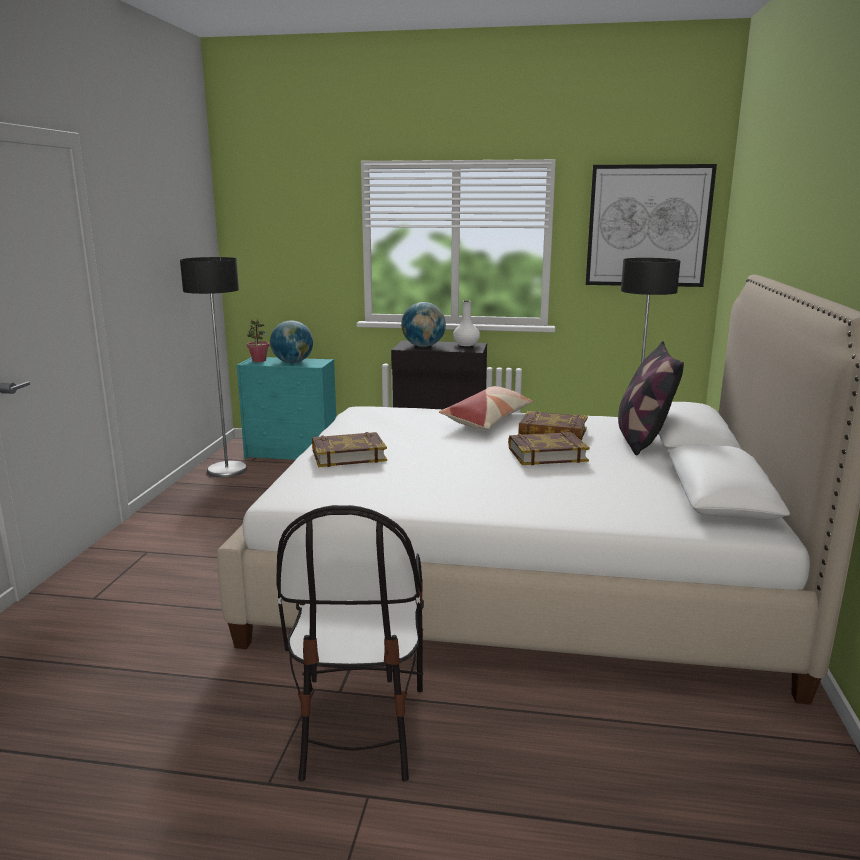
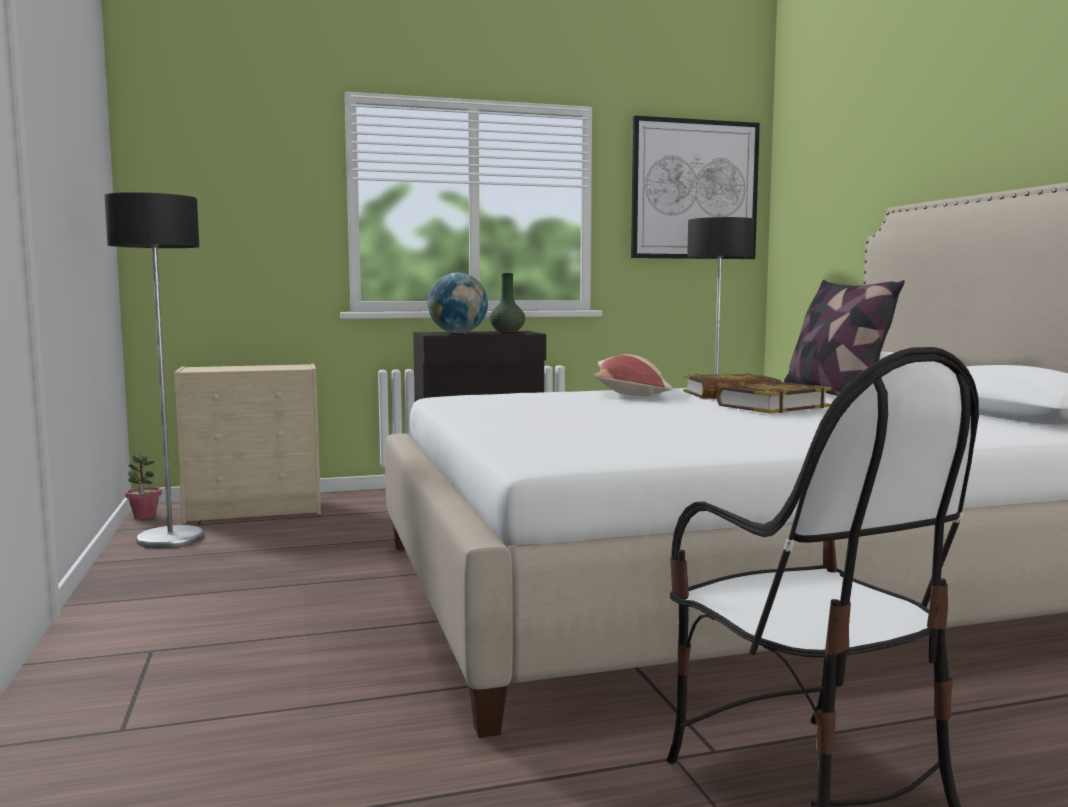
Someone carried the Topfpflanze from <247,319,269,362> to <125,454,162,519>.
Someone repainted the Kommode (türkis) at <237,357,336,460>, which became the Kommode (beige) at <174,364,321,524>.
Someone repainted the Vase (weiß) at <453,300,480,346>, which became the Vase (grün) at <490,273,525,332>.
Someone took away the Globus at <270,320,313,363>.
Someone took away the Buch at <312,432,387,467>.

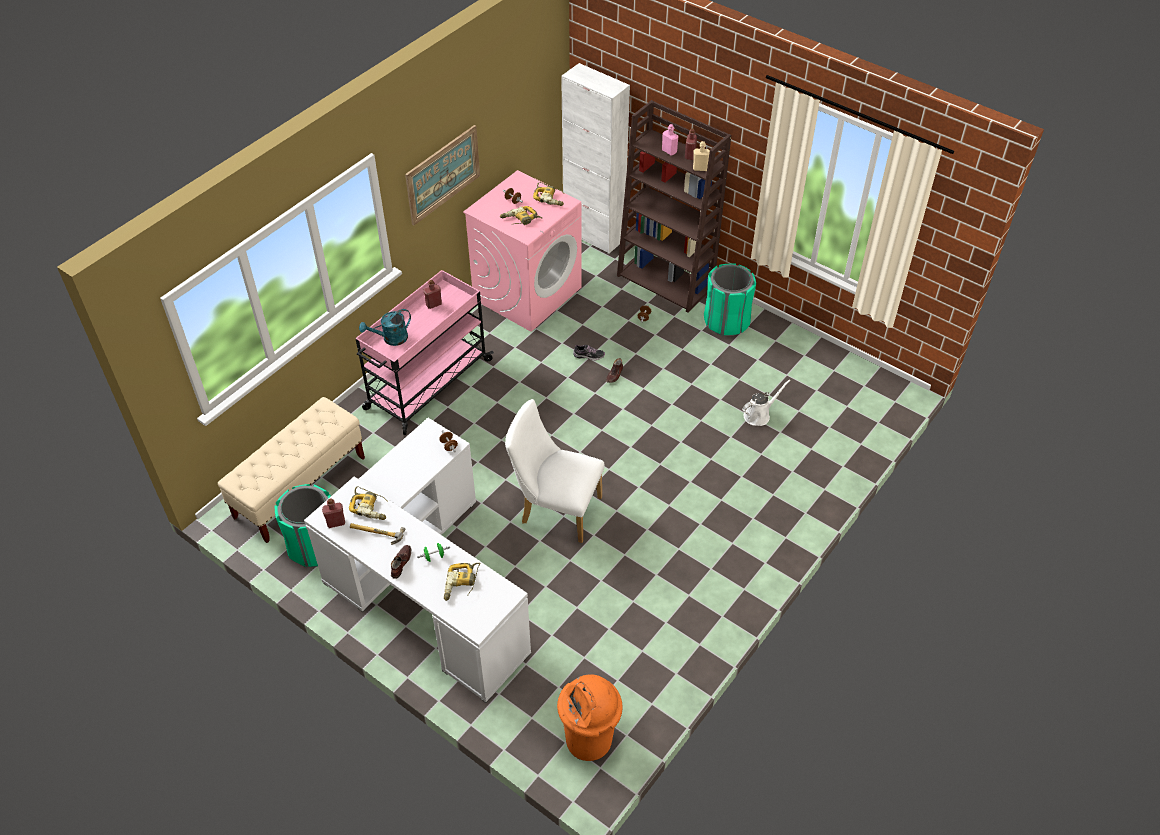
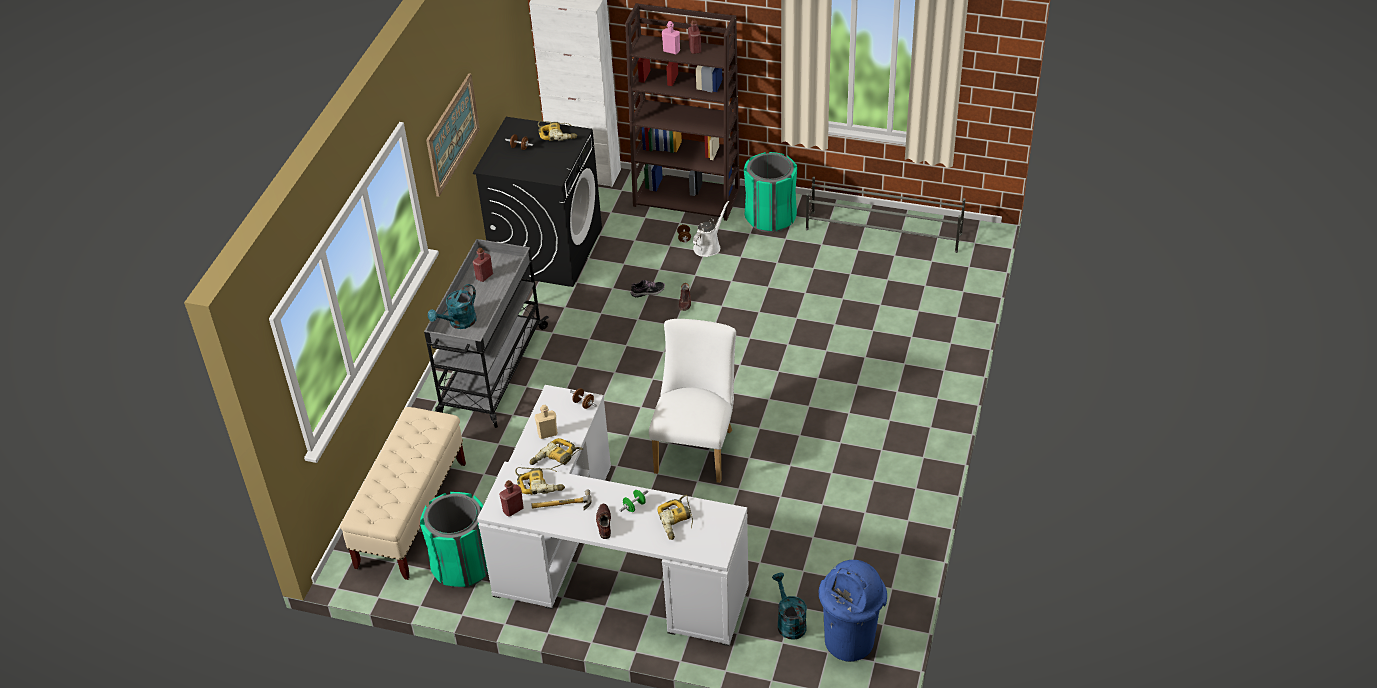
Someone repainted the Rollwagen (rosa) at <355,270,494,435>, which became the Rollwagen (grau) at <424,239,549,428>.
Someone repainted the Waschmaschine (rosa) at <463,170,581,332>, which became the Waschmaschine (schwarz) at <473,117,602,287>.
Someone carried the Bohrmaschine from <500,206,542,225> to <530,438,583,469>.
Someone carried the Flasche (beige) from <693,141,710,171> to <535,405,558,439>.
Someone rotated the Stuhl (weiß) at <505,399,604,543> by 105 degrees clockwise.
Someone carried the Gießkanne (weiß) from <742,379,791,426> to <693,201,729,257>.
Someone put down the Gießkanne (türkis) at <772,573,807,639>.
Someone put down the Schuhregal (grau) at <806,177,966,253>.
Someone repainted the Mülleimer (orange) at <557,674,623,761>, which became the Mülleimer (blau) at <818,560,887,662>.

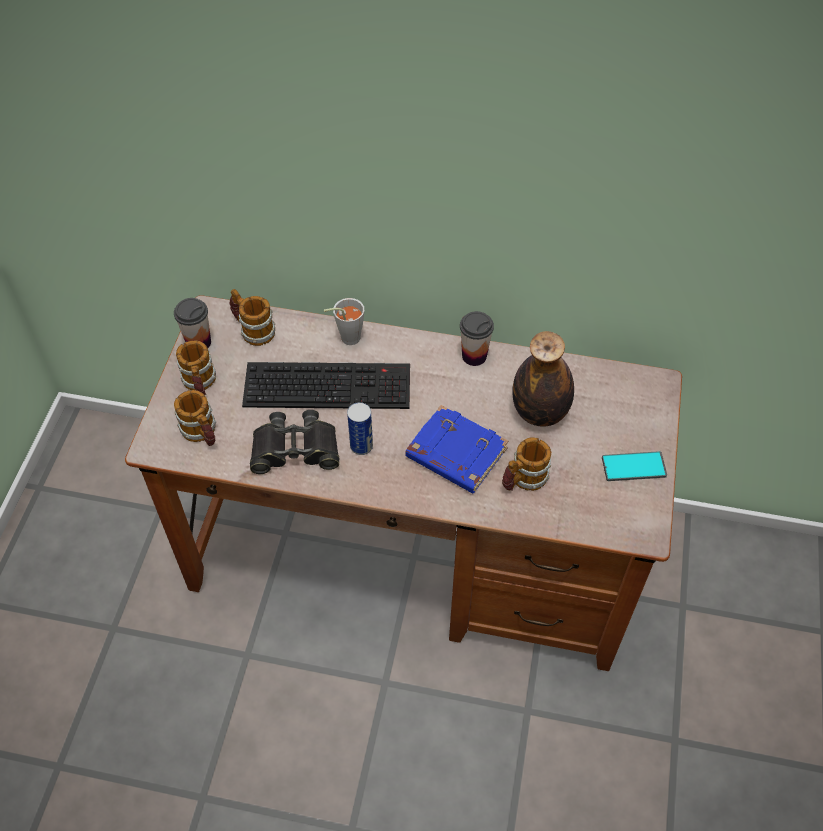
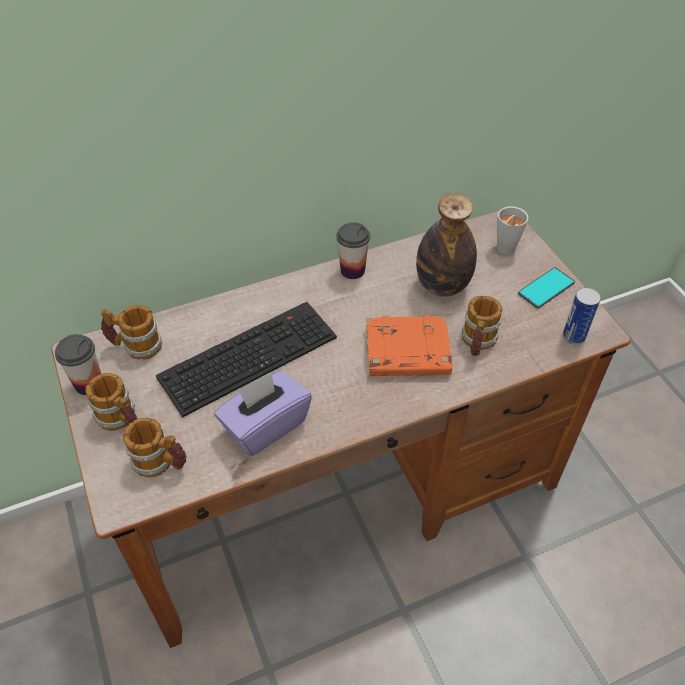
Someone swapped the Fernglas (schwarz) at <250,410,339,474> for the Taschentuchbox (lila) at <214,371,312,456>.
Someone repainted the Buch (blau) at <405,405,508,493>, which became the Buch (orange) at <366,315,452,376>.
Someone carried the Tasse (grau) from <324,298,364,345> to <497,206,529,254>.
Someone carried the Dose from <347,402,373,455> to <563,287,601,345>.

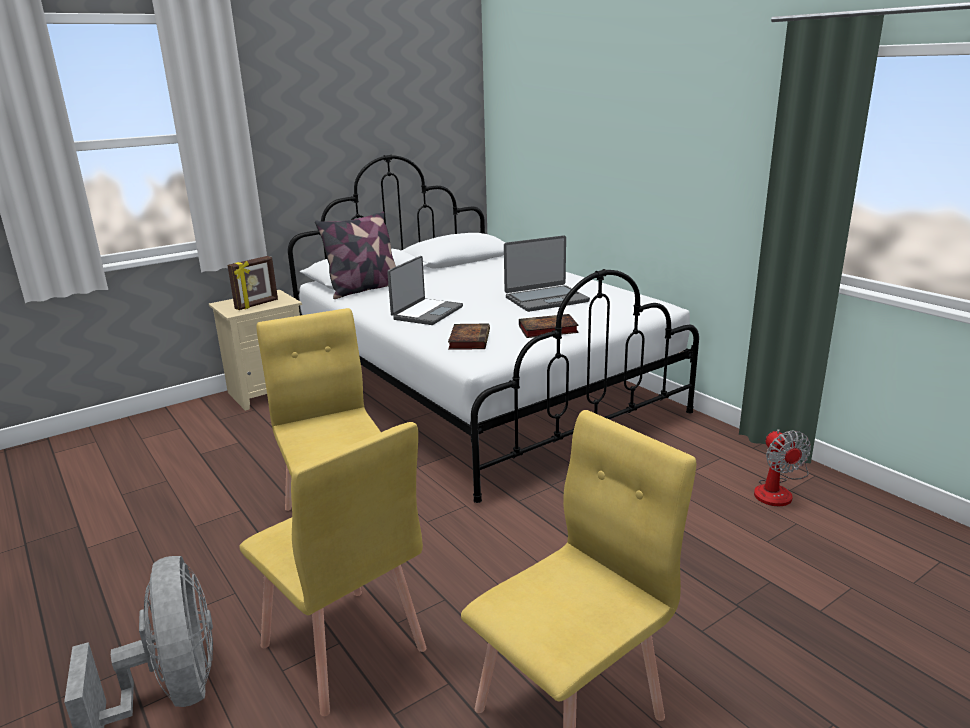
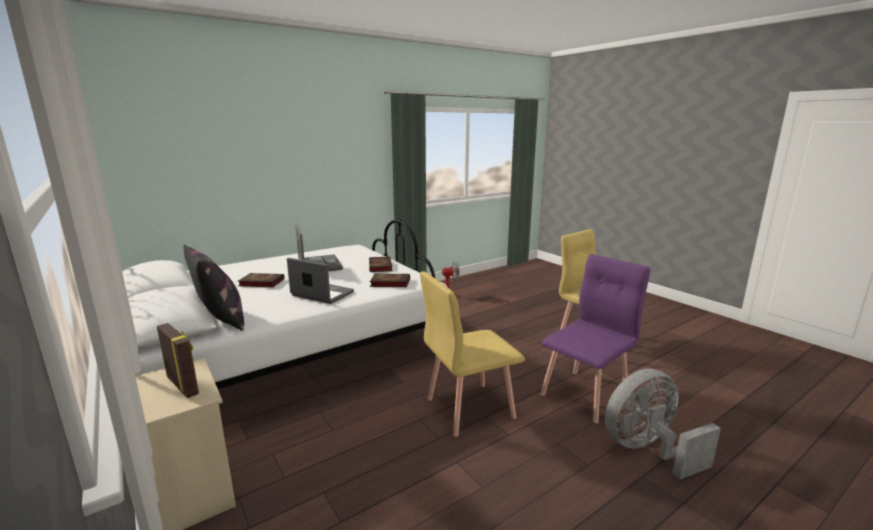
Someone put down the Buch at <238,273,284,287>.
Someone repainted the Stuhl (gelb) at <239,422,426,716>, which became the Stuhl (lila) at <540,254,650,423>.

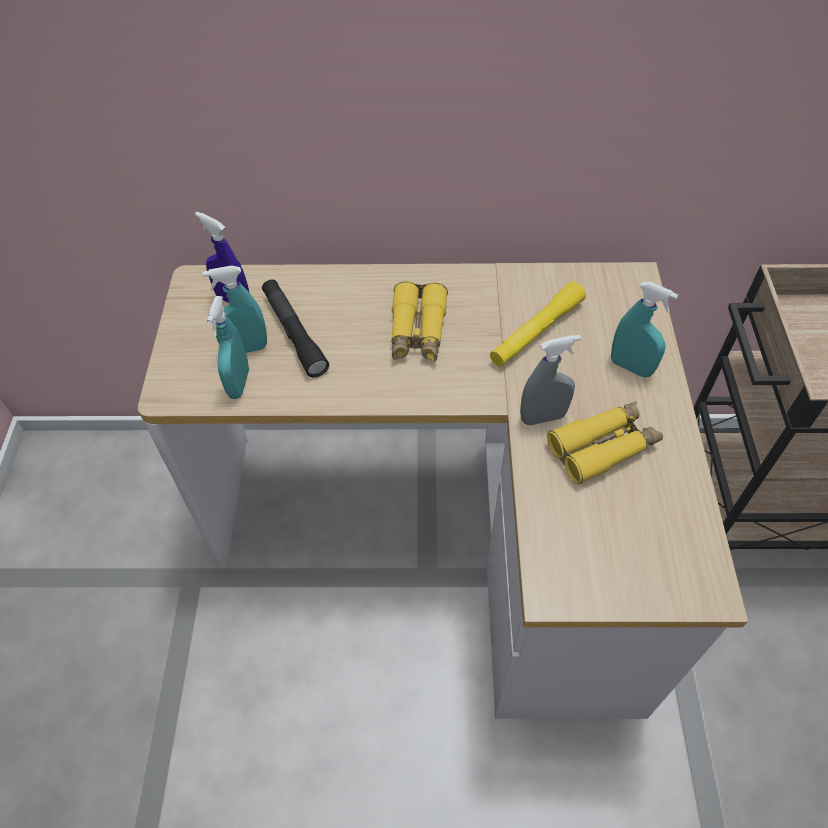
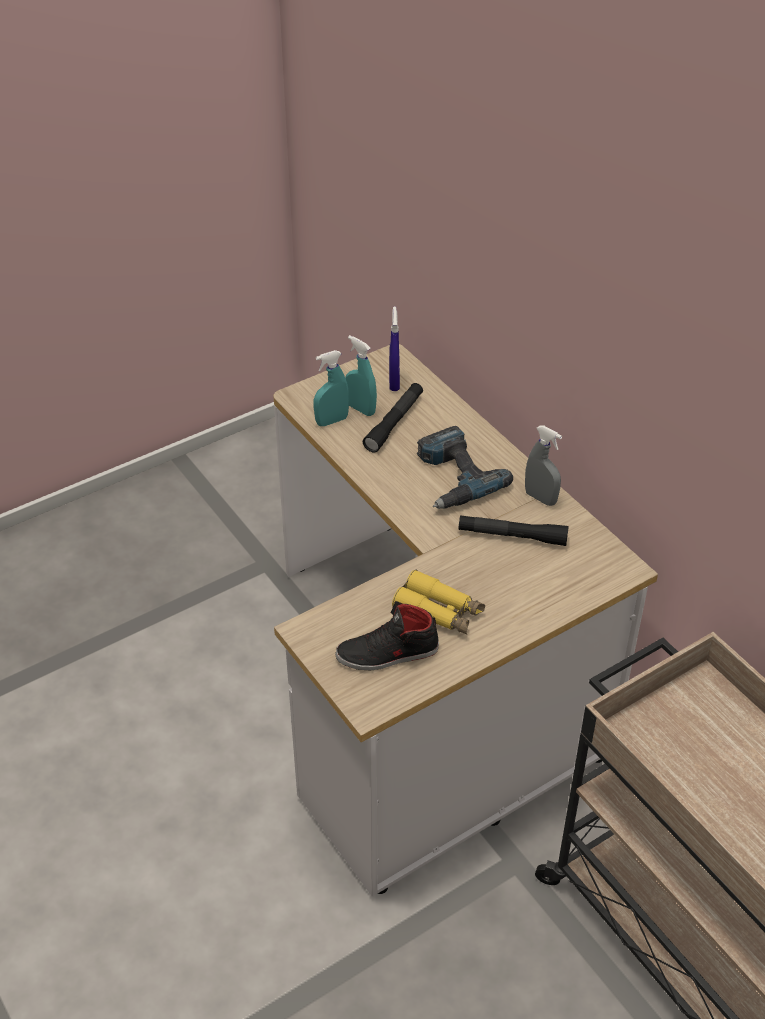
Someone put down the Schuh (schwarz) at <335,601,439,670>.
Someone swapped the Fernglas (gelb) at <392,281,448,362> for the Bohrmaschine at <417,426,513,509>.
Someone repainted the Taschenlampe (gelb) at <490,281,586,367>, which became the Taschenlampe (schwarz) at <459,515,569,546>.
Someone carried the Sprühflasche (grau) from <520,335,581,425> to <525,425,562,506>.
Someone took away the Sprühflasche (türkis) at <611,282,678,377>.

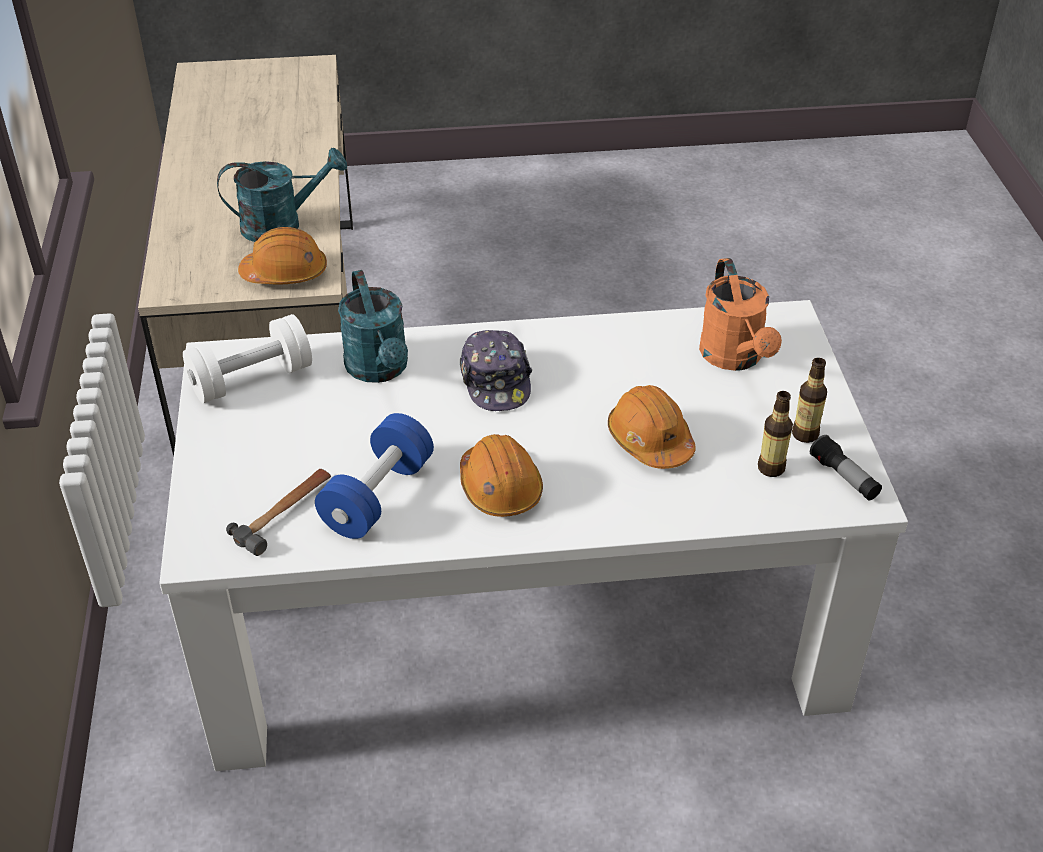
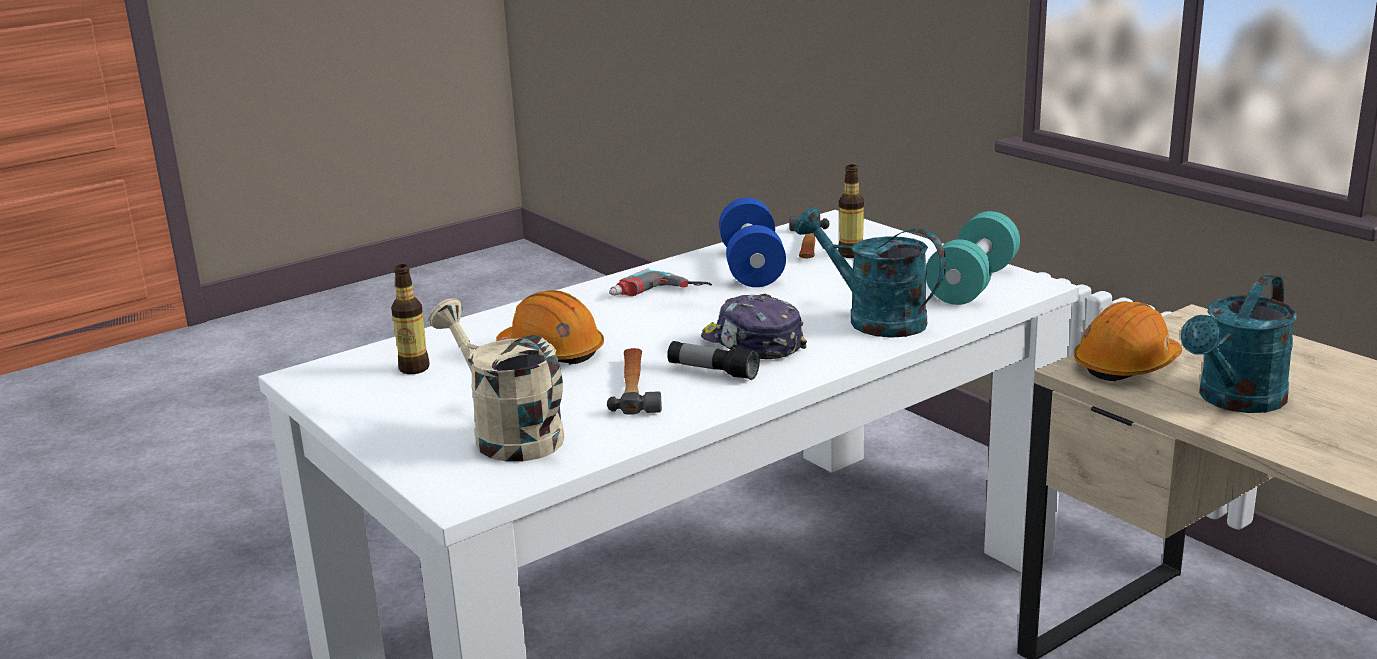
Someone repainted the Gießkanne (orange) at <699,258,782,371>, which became the Gießkanne (beige) at <429,298,564,461>.
Someone put down the Hammer at <607,348,662,415>.
Someone swapped the Schutzhelm (orange) at <460,434,543,517> for the Bohrmaschine at <609,269,712,296>.
Someone carried the Taschenlampe from <810,435,882,500> to <667,341,760,380>.
Someone carried the Flasche from <792,358,827,443> to <838,165,864,258>.
Someone repainted the Hantel (weiß) at <183,314,312,403>, which became the Hantel (türkis) at <926,211,1020,305>.

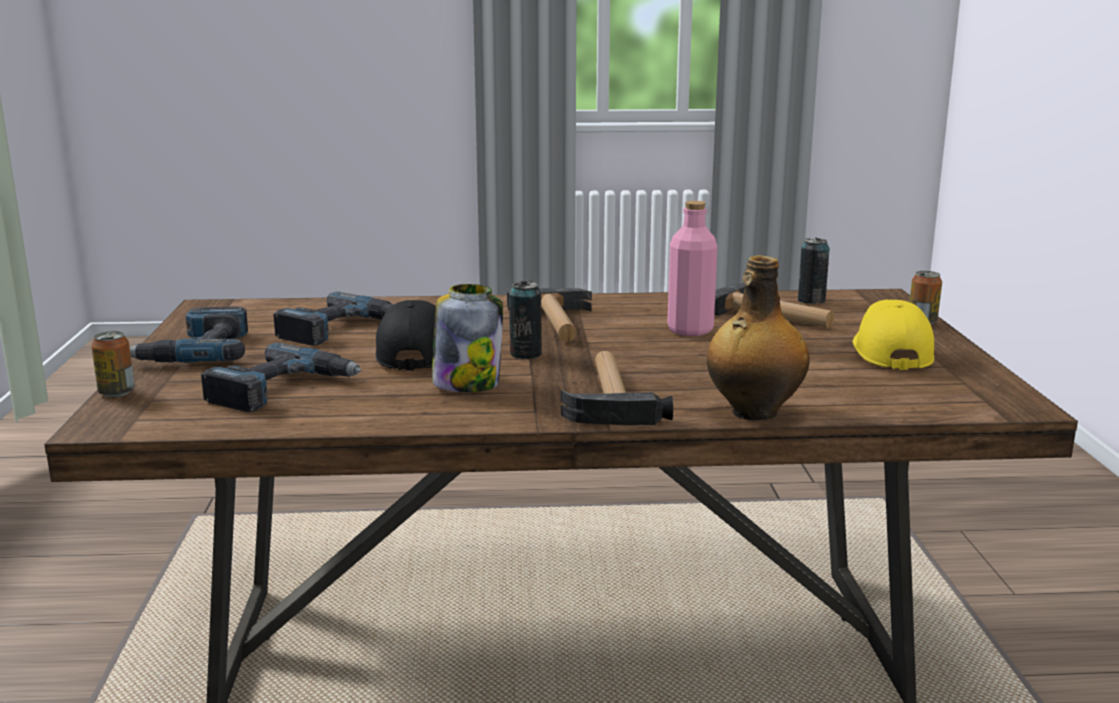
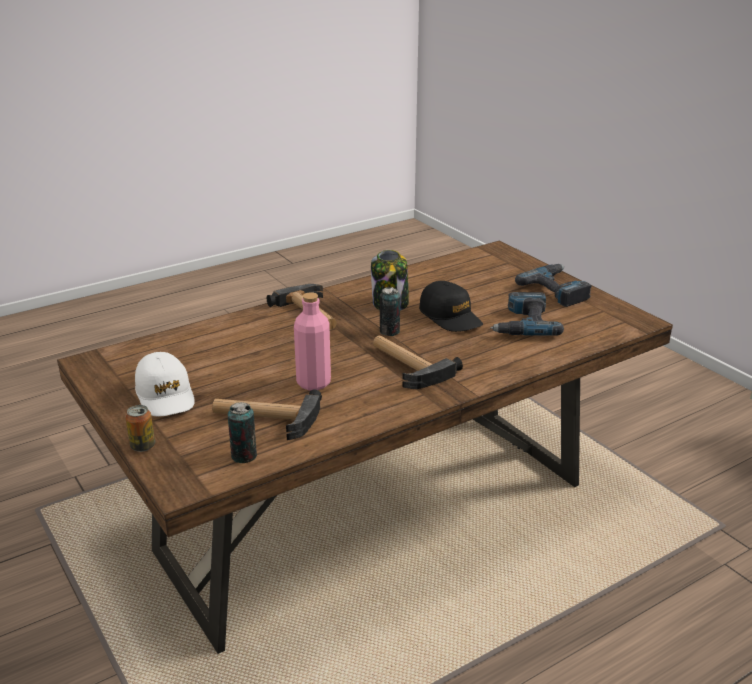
Someone repainted the Kappe (gelb) at <853,300,934,370>, which became the Kappe (weiß) at <135,352,195,417>.
Someone took away the Dose at <91,331,135,397>.
Someone took away the Bohrmaschine at <201,343,362,412>.
Someone took away the Flasche at <707,255,810,420>.

